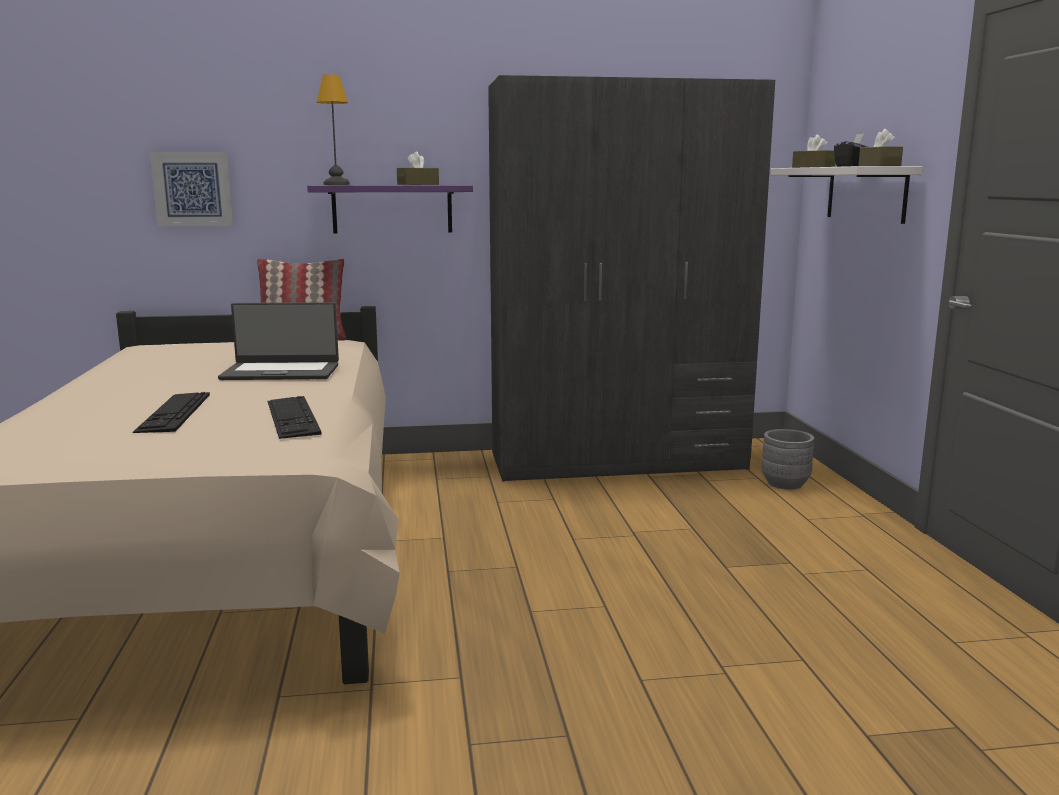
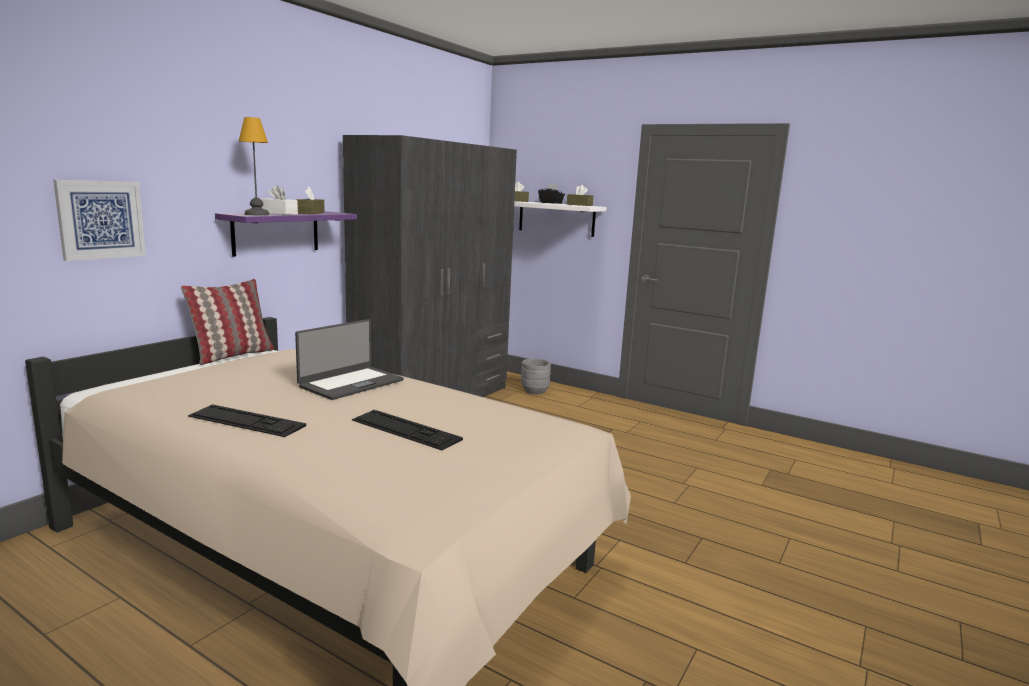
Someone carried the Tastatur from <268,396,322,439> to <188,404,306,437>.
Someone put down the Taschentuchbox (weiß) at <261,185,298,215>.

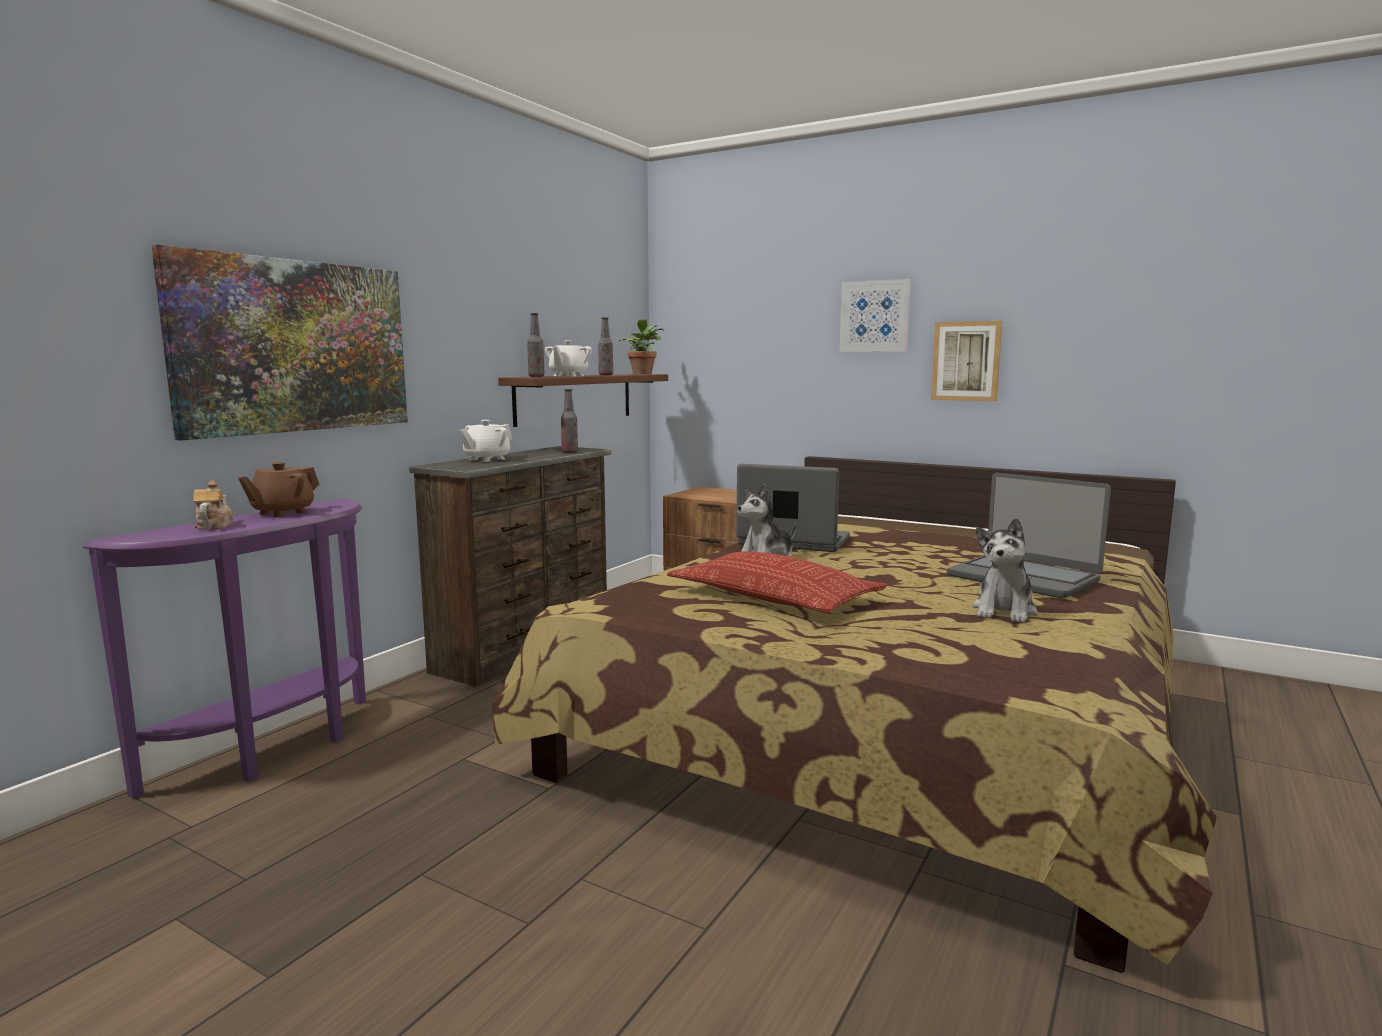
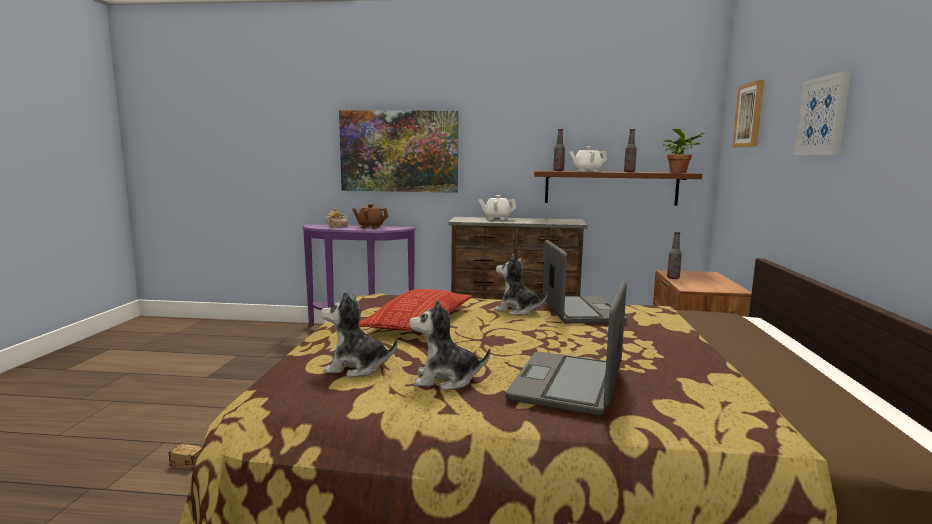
Someone put down the Aufbewahrungsbox at <134,414,202,470>.
Someone put down the Plüschtier at <321,291,398,377>.
Someone carried the Flasche from <561,389,578,453> to <667,232,682,279>.
Someone carried the Bild from <931,321,1003,401> to <732,80,764,147>.

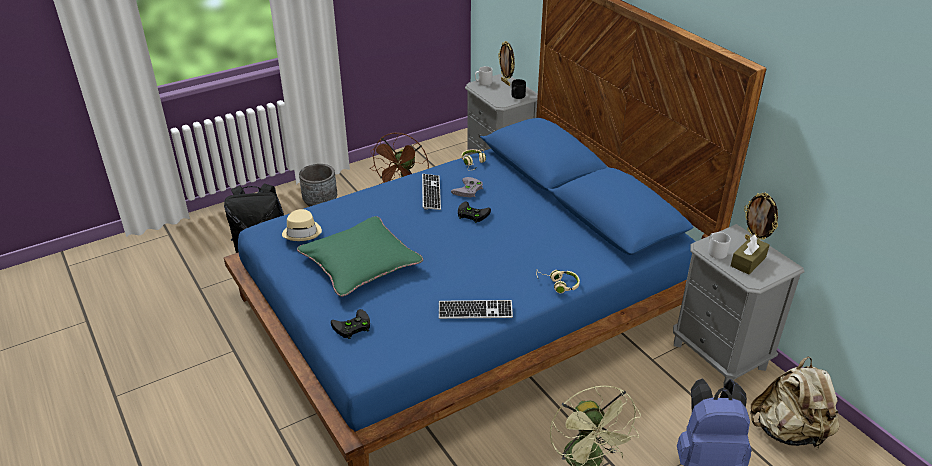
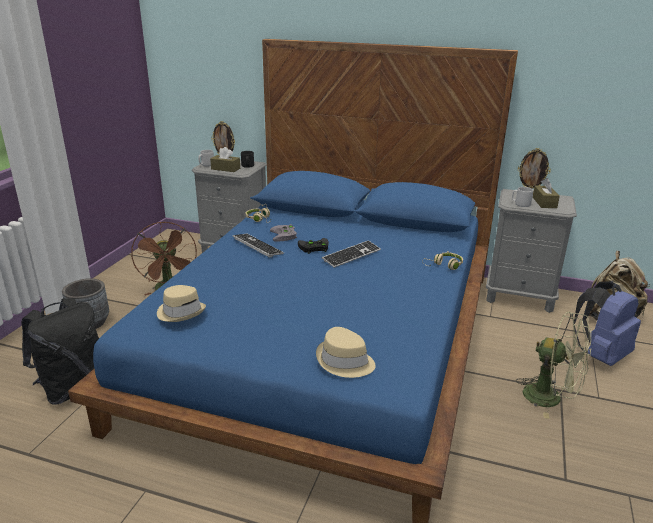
Someone put down the Taschentuchbox (braun) at <210,147,240,172>.
Someone swapped the Gamepad (schwarz) at <331,309,370,339> for the Hut (beige) at <316,327,376,378>.
Someone carried the Tastatur from <439,300,513,319> to <322,240,381,268>.
Someone took away the Kissen (grün) at <297,216,423,297>.

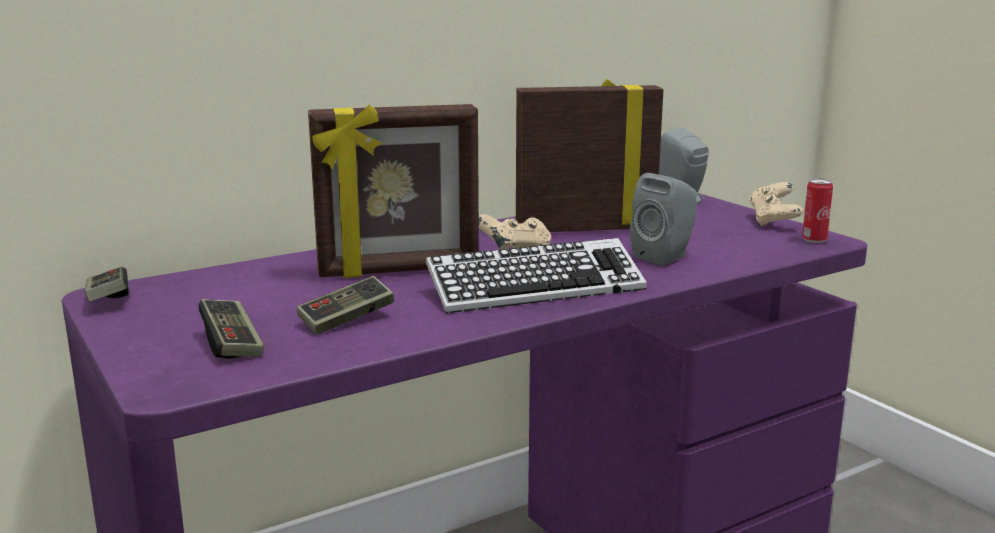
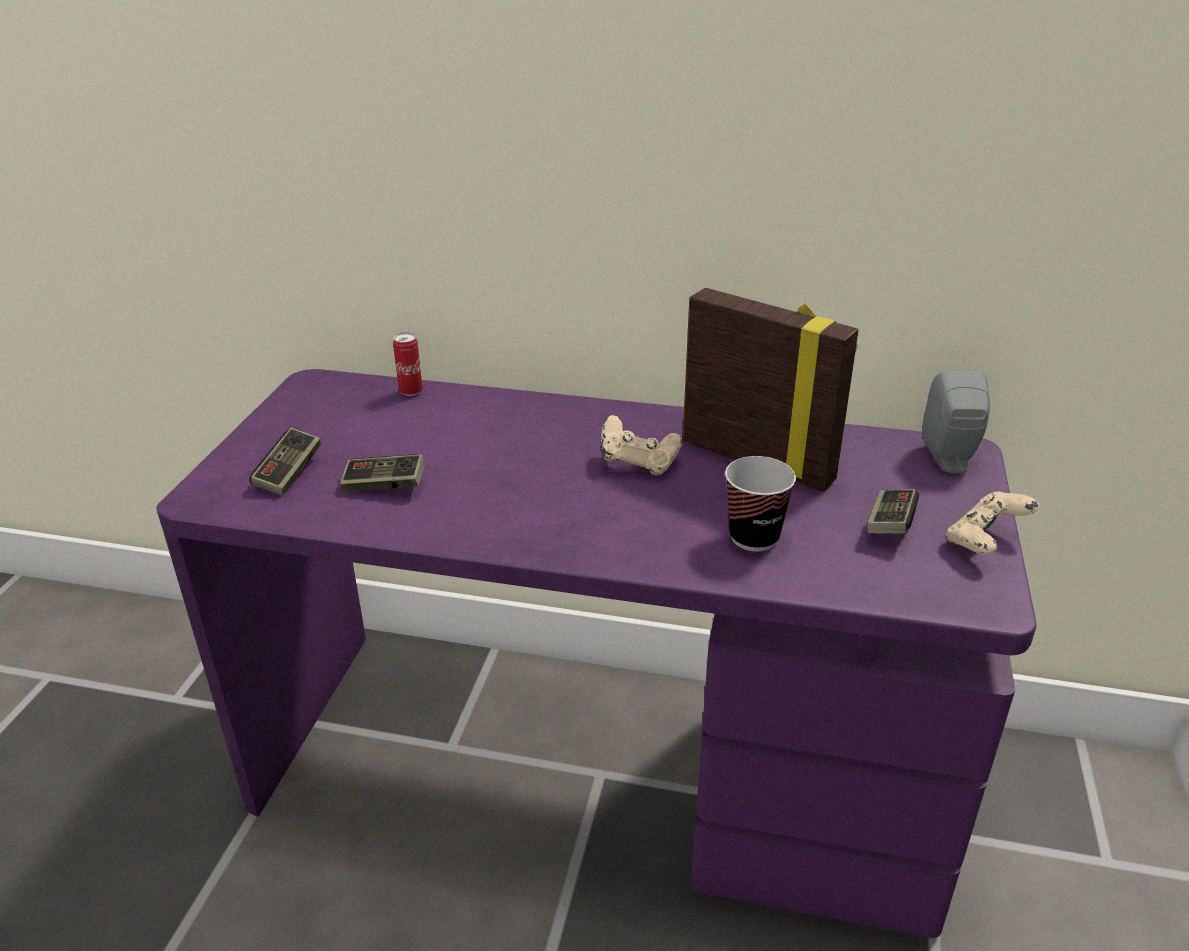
Someone carried the Dose from <802,178,833,243> to <393,332,423,396>.
Someone swapped the Lautsprecher (grau) at <630,173,697,266> for the Tasse at <725,456,796,551>.
Someone carried the Gamepad from <85,267,129,302> to <867,489,919,534>.
Someone took away the Bilderrahmen at <308,104,479,278>.
Someone took away the Tastatur at <426,238,647,314>.

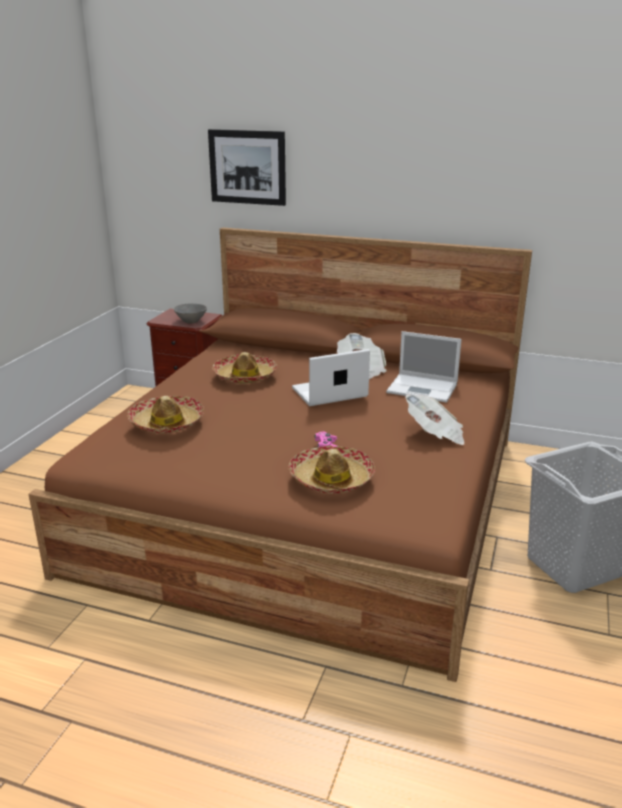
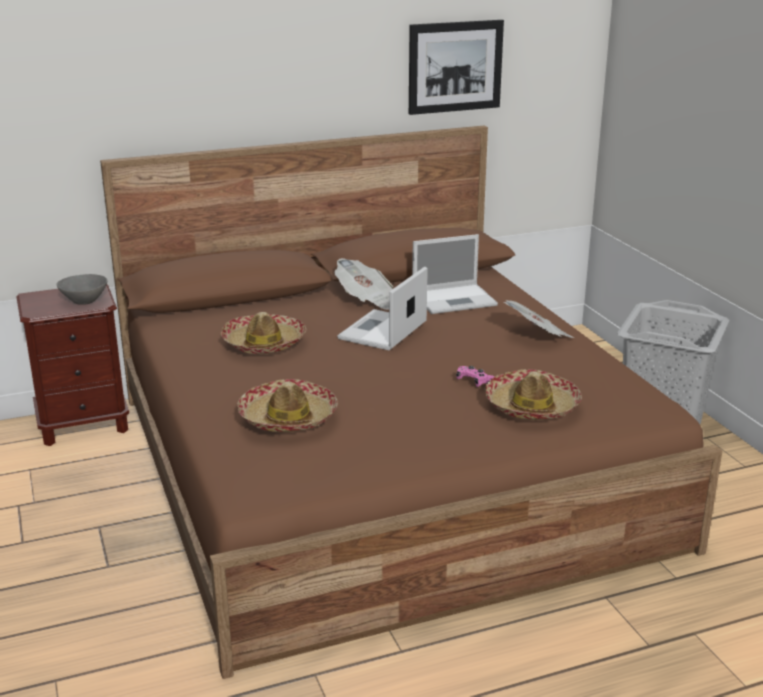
Someone carried the Bild from <208,129,286,206> to <409,20,504,115>.

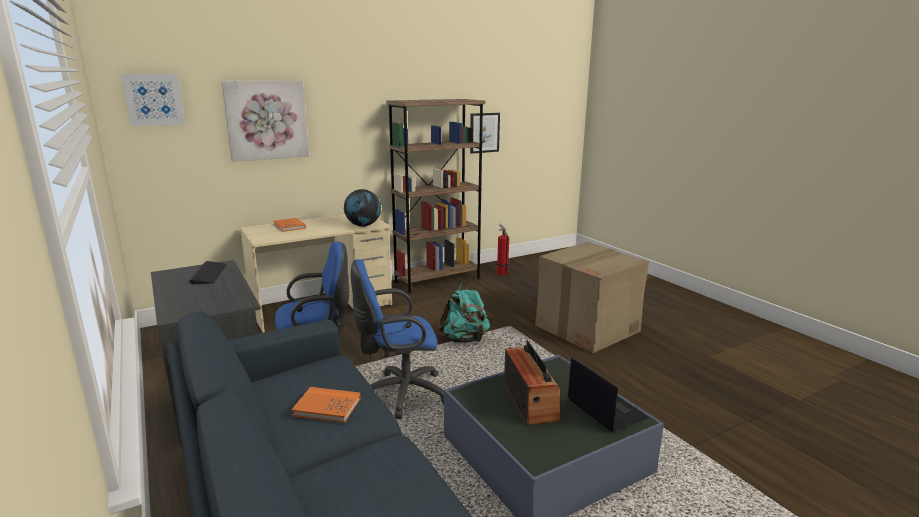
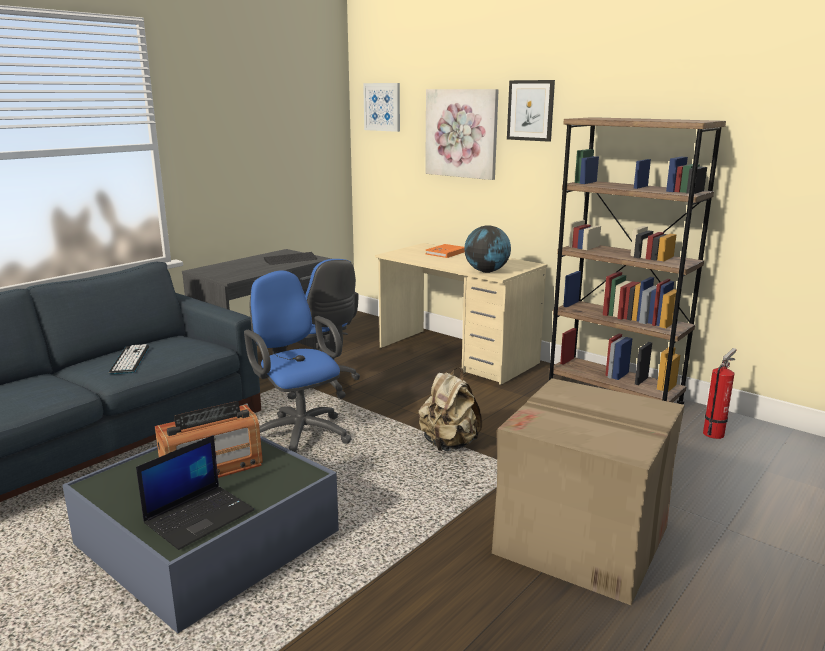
Someone swapped the Buch (orange) at <291,387,360,423> for the Tastatur at <109,344,149,374>.
Someone repainted the Rucksack (türkis) at <439,282,490,343>, which became the Rucksack (beige) at <418,368,482,451>.
Someone carried the Bild from <470,113,500,154> to <507,80,555,142>.

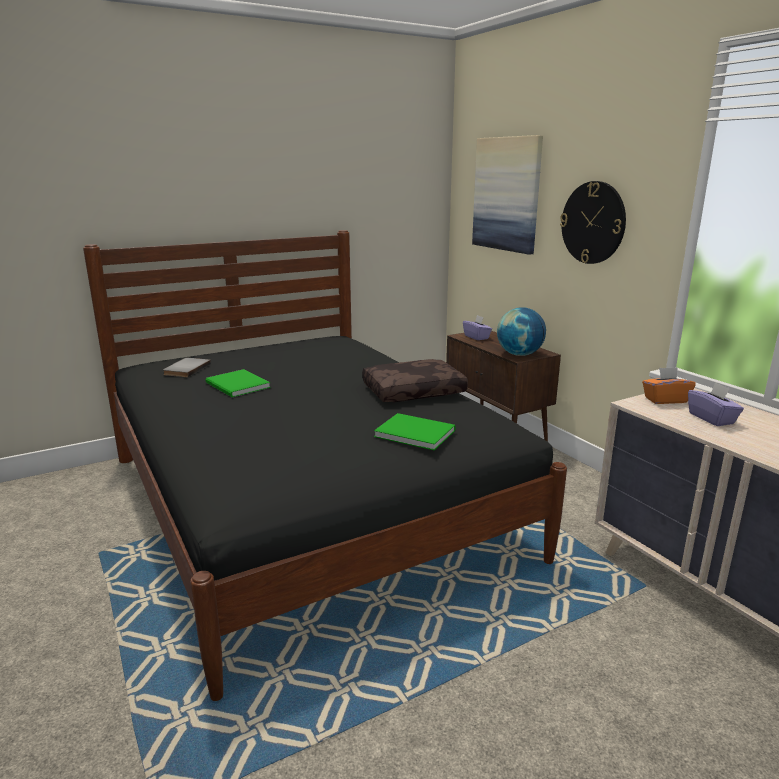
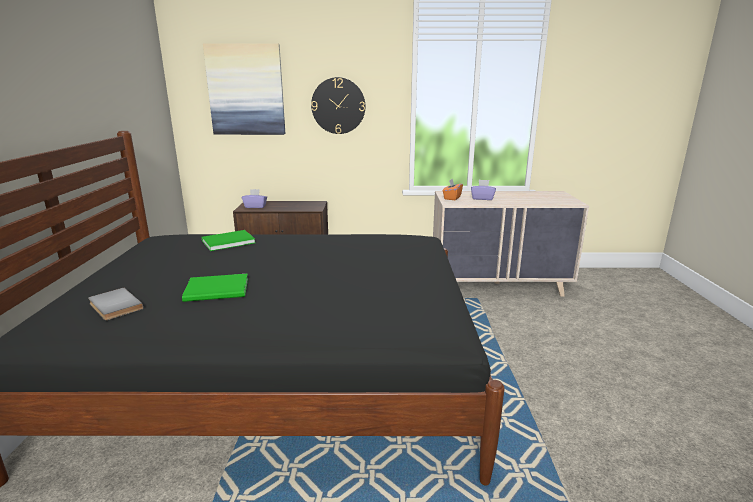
Someone carried the Buch (grün) from <374,413,456,450> to <202,230,255,251>.
Someone took away the Kissen (braun) at <362,359,468,402>.
Someone took away the Globus at <497,307,546,356>.

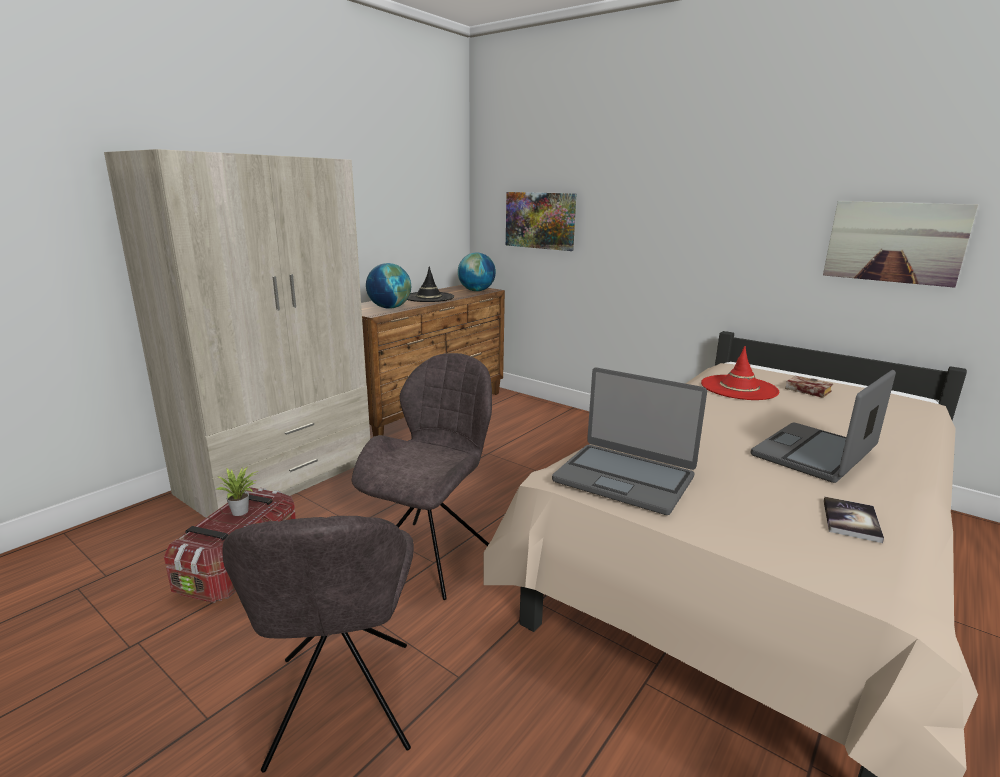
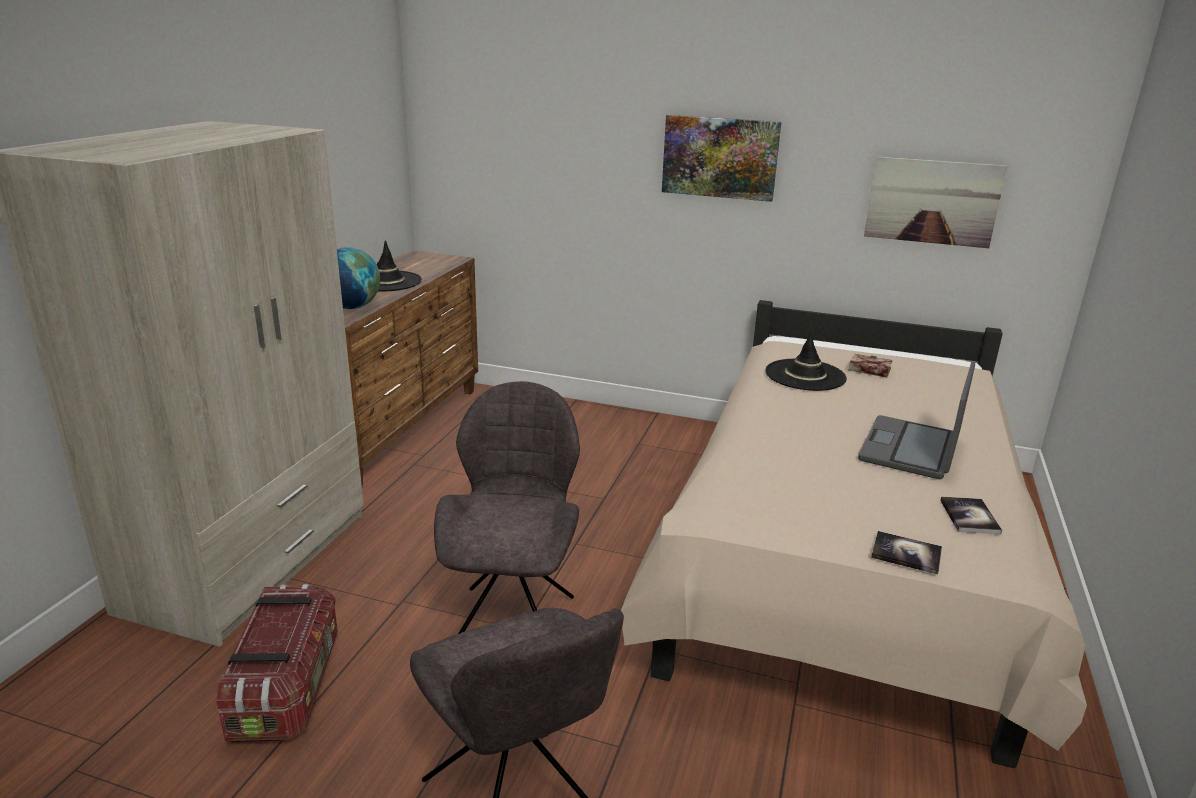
Someone carried the Bild from <506,192,576,251> to <662,115,781,202>.
Someone repainted the Hut (rot) at <701,346,779,400>, which became the Hut (schwarz) at <765,331,847,391>.
Someone put down the Buch at <871,531,942,575>.
Someone took away the Topfpflanze at <217,467,258,516>.
Someone took away the Globus at <458,252,496,291>.
Someone took away the Laptop at <552,367,707,515>.

